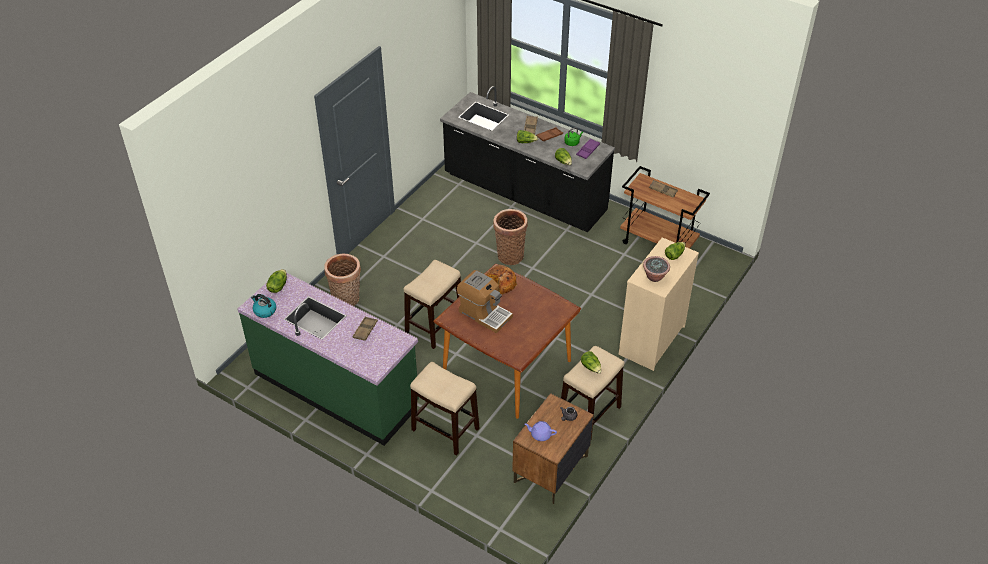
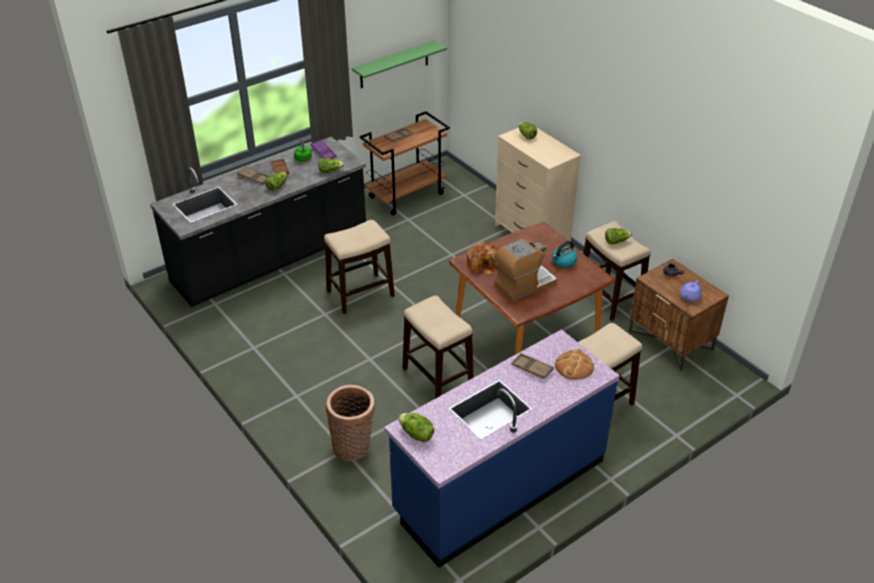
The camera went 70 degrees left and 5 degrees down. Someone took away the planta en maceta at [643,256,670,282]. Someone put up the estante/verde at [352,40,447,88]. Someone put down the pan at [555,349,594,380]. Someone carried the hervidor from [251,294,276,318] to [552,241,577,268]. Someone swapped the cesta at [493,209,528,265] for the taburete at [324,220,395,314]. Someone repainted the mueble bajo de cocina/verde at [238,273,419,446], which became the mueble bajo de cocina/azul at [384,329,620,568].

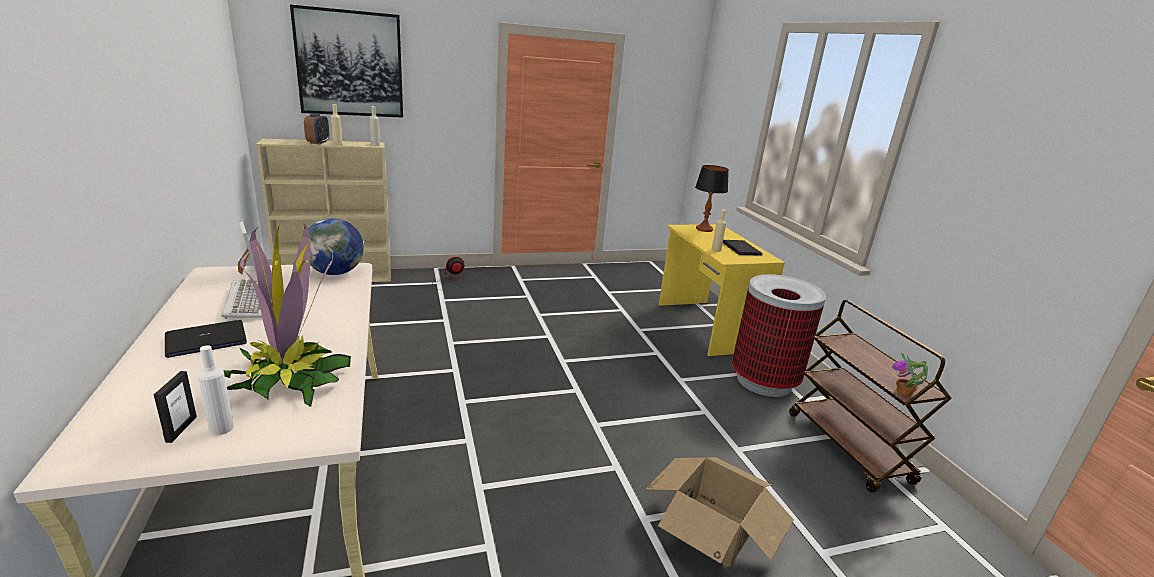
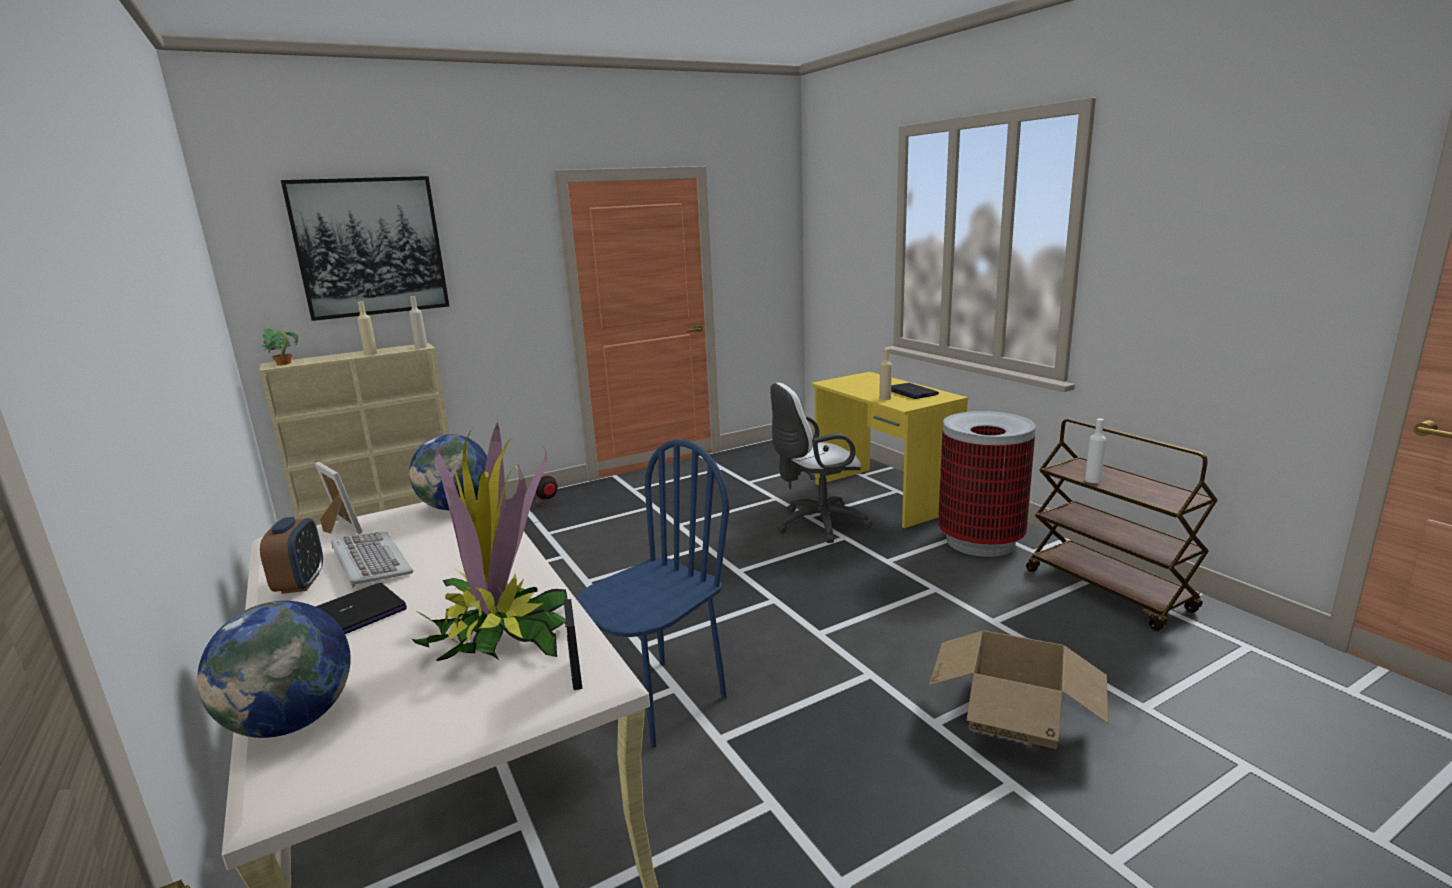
The camera went 10 degrees left and 5 degrees down. Someone took away the lámpara de mesa at [695,165,729,232]. Someone put down the globo terráqueo at [197,601,351,738]. Someone put down the silla/azul at [576,439,729,748]. Someone put down the silla de oficina/blanco at [770,383,872,543]. Someone carried the portarretratos from [154,371,197,443] to [564,599,582,690]. Someone carried the botella/blanco from [198,345,234,435] to [1085,418,1106,483]. Someone carried the despertador from [304,113,329,144] to [260,517,323,594]. Someone carried the planta en maceta from [892,352,928,396] to [261,328,299,365].

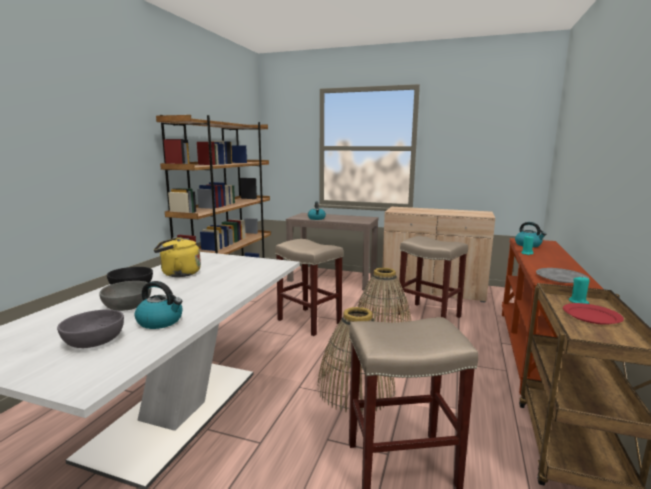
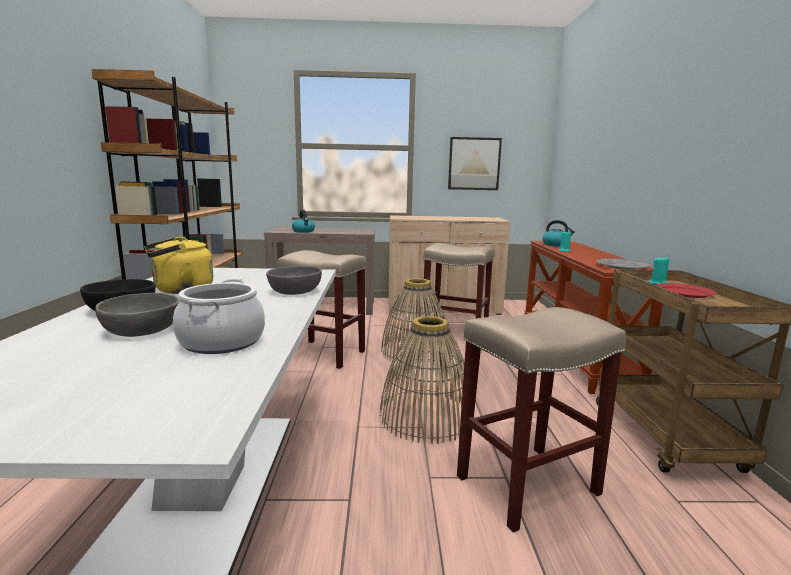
The camera went 20 degrees left and 0 degrees up. Someone put up the cuadro at [448,137,502,190]. Someone carried the cuenco/gris from [57,309,124,348] to [266,266,322,295]. Someone swapped the hervidor at [135,281,183,329] for the olla at [173,279,265,354].

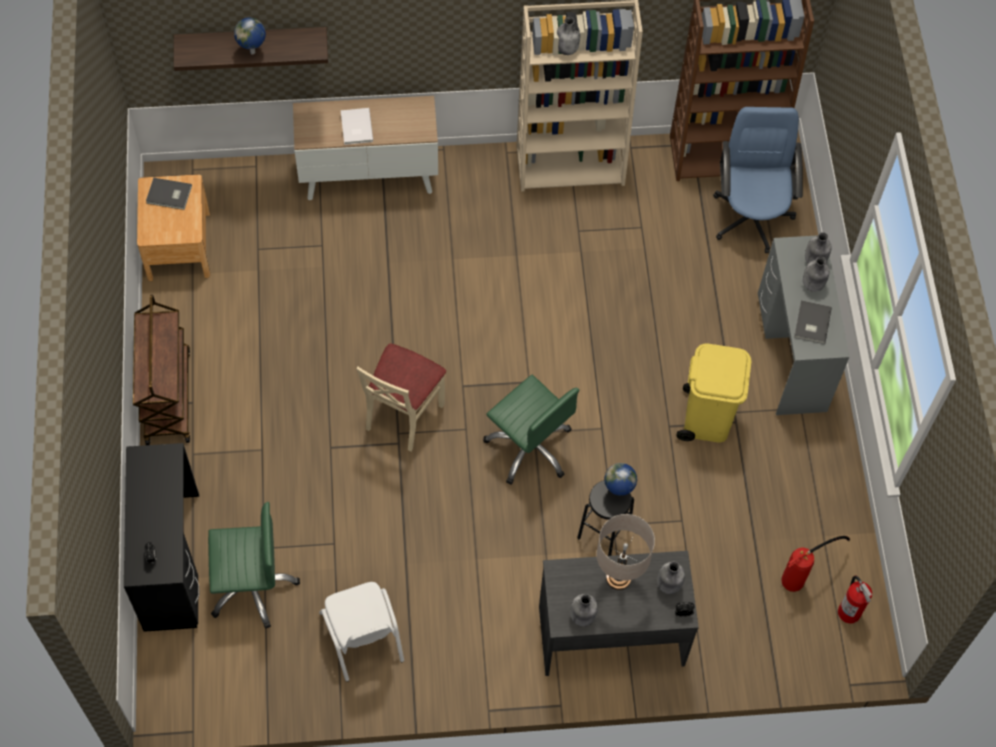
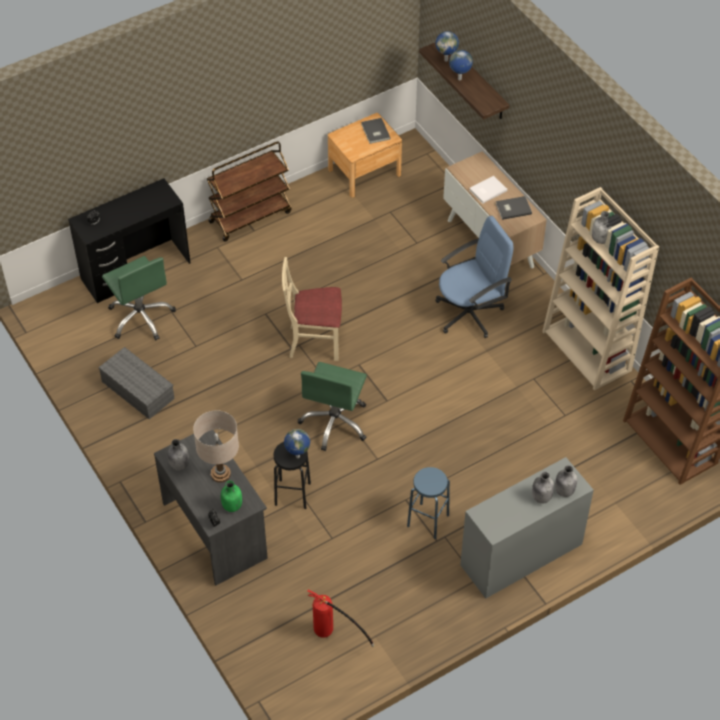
The camera went 65 degrees right and 10 degrees down. Someone took away the extintor at [838,576,872,623]. Someone put down the globo terráqueo at [435,31,459,62]. Someone carried the silla de oficina/azul from [713,107,803,253] to [435,216,513,338]. Someone carried the libro/gris from [794,300,832,344] to [496,196,532,220]. Someone swapped the silla/blanco at [319,582,404,682] for the caja de almacenaje/gris at [98,347,175,419]. Someone swapped the papelera/amarillo at [676,344,751,442] for the taburete/azul at [407,467,450,539]. Someone repainted the botella/gris at [657,561,685,594], which became the botella/verde at [221,481,242,512].

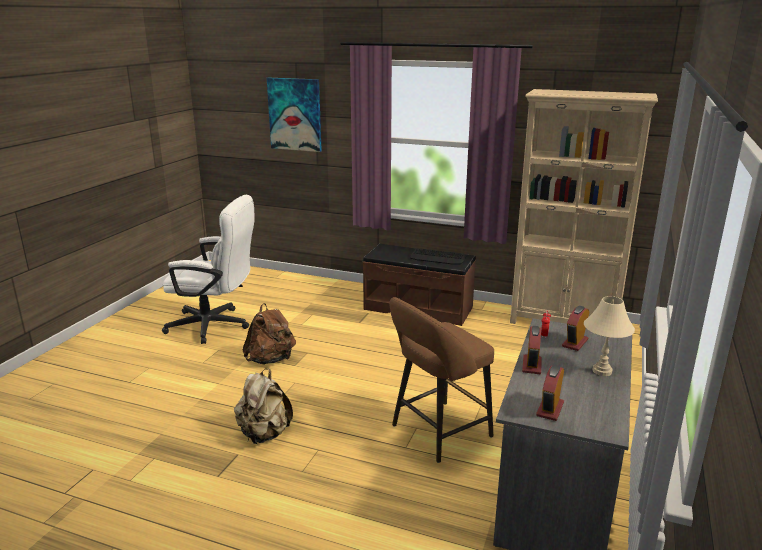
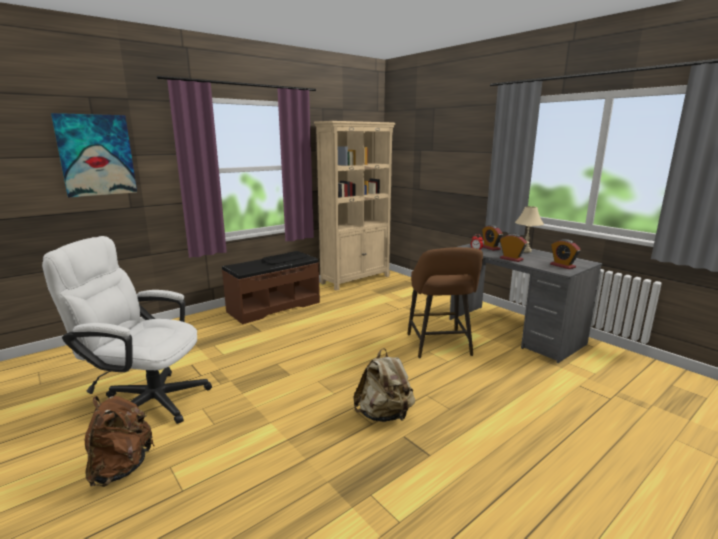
The camera went 60 degrees left and 5 degrees down. Someone carried the mochila/marrón from [242,303,296,364] to [84,396,155,487]. Someone rotated the silla de oficina/blanco at [162,195,255,344] by 120 degrees counterclockwise.

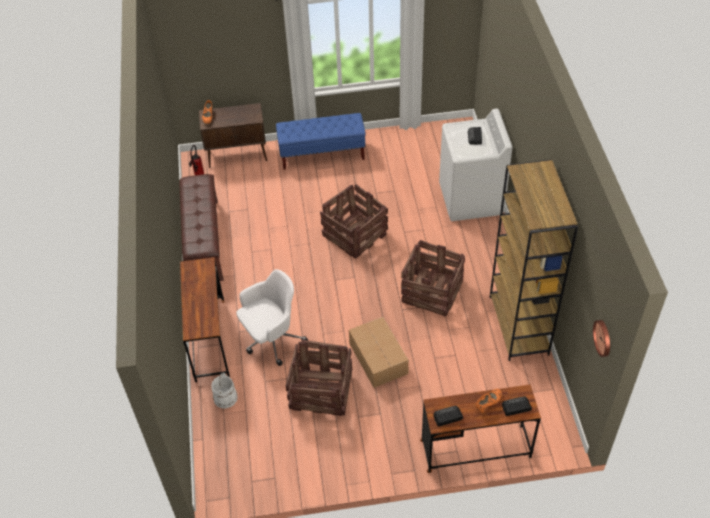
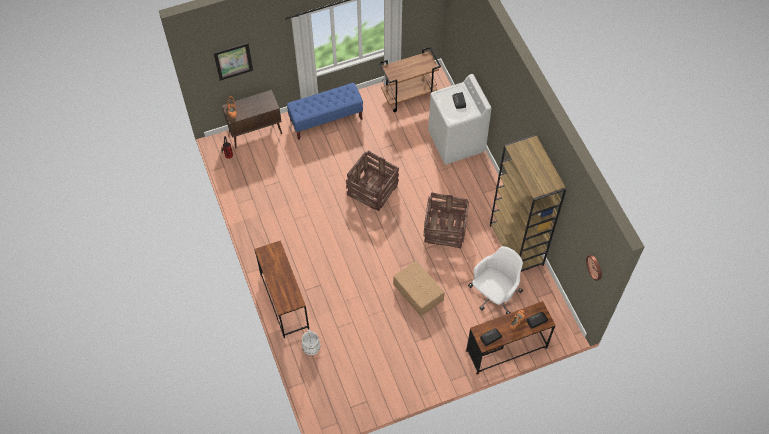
The camera went 15 degrees left and 10 degrees up. Someone took away the banco/marrón at [180,174,224,281]. Someone took away the caja de embalaje at [286,340,352,416]. Someone put up the cuadro at [214,43,253,81]. Someone put down the carrito/marrón at [379,47,441,112]. Someone carried the silla de oficina/blanco from [236,269,308,366] to [468,246,523,314].

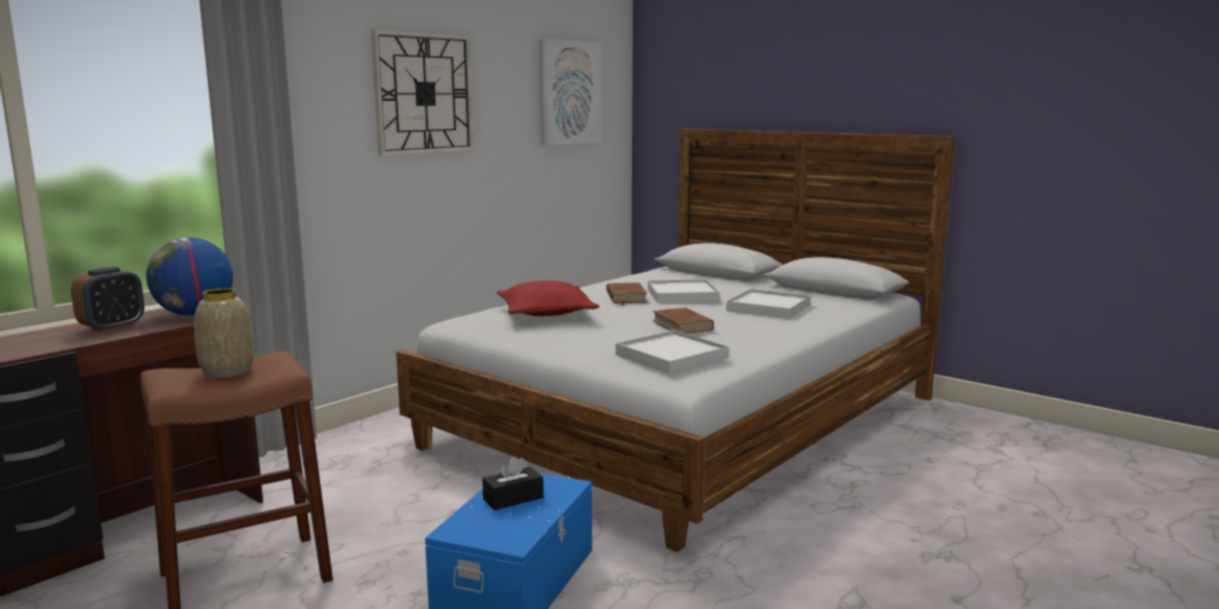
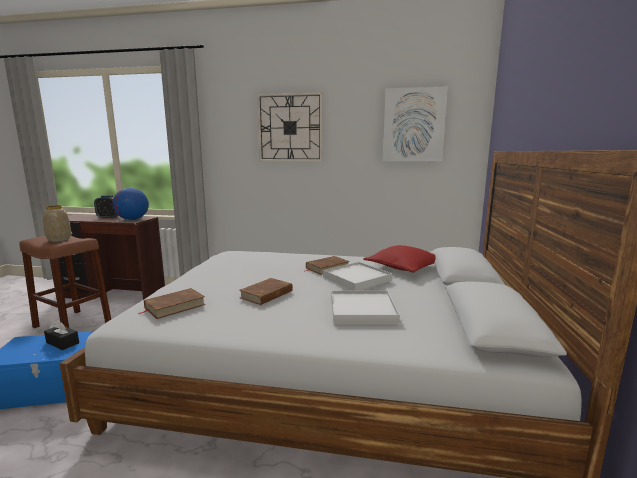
The camera went 60 degrees right and 0 degrees up. Someone carried the cojín/rojo from [497,281,599,316] to [363,245,436,272]. Someone swapped the bandeja/blanco at [615,330,729,374] for the libro/marrón at [138,288,206,319].

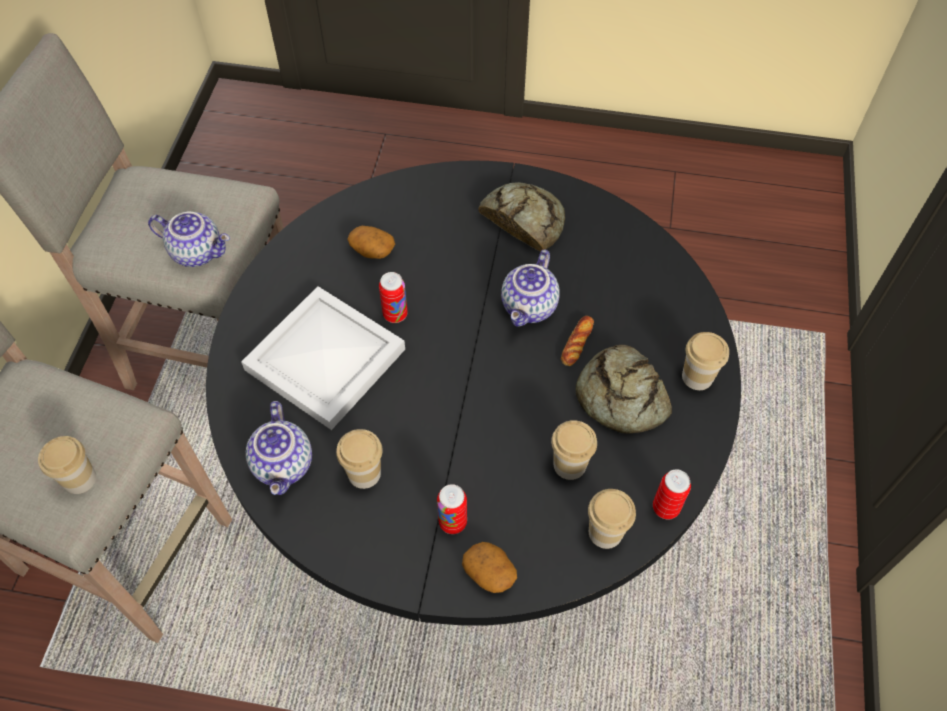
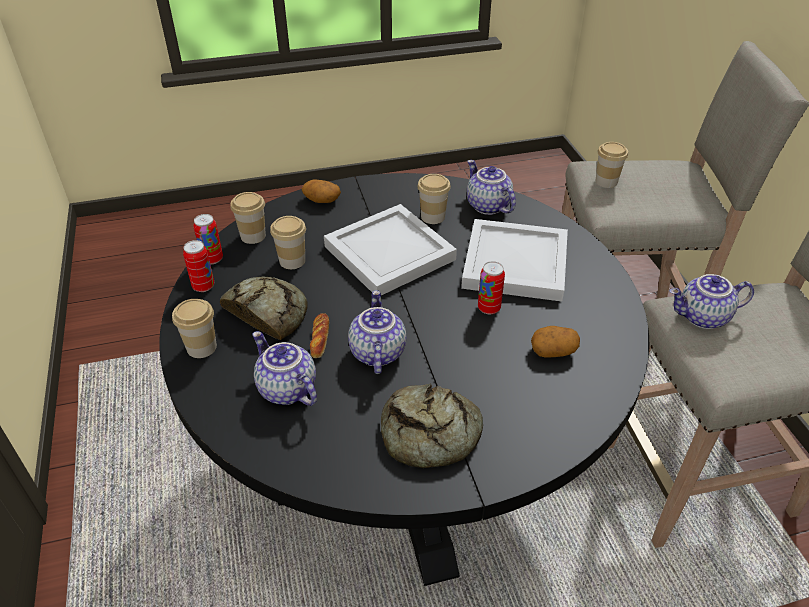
The camera went 155 degrees right and 15 degrees down. Someone put down the tetera at [252,331,317,406]. Someone put down the bandeja/blanco at [324,204,457,295]. Someone carried the lata from [437,484,467,534] to [183,240,214,292].

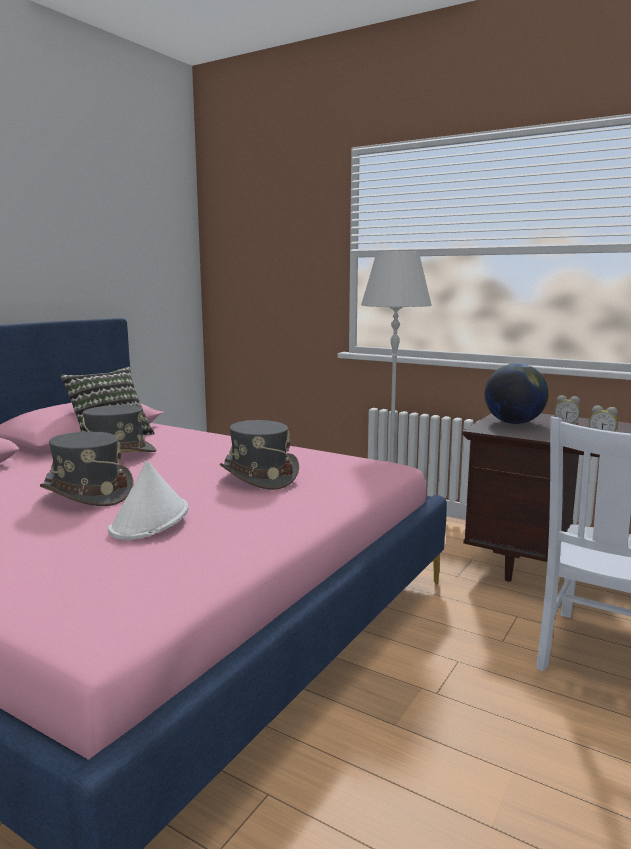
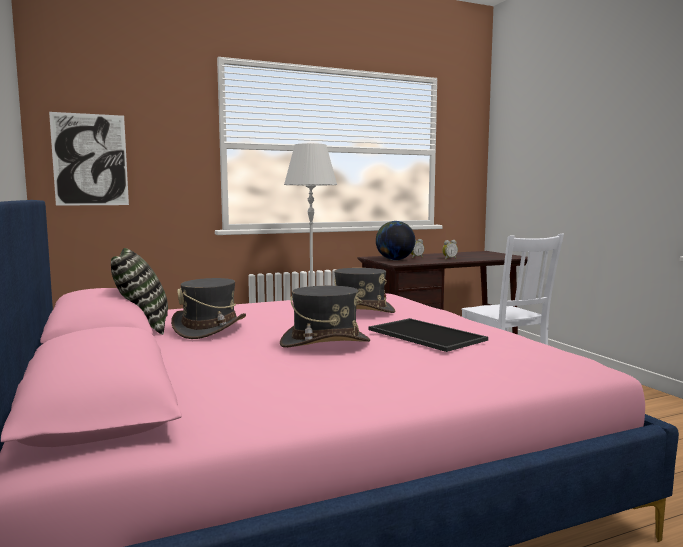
The camera went 55 degrees left and 5 degrees down. Someone put up the cuadro at [49,112,129,206]. Someone swapped the sombrero/blanco at [108,460,188,540] for the bandeja at [369,318,488,352].

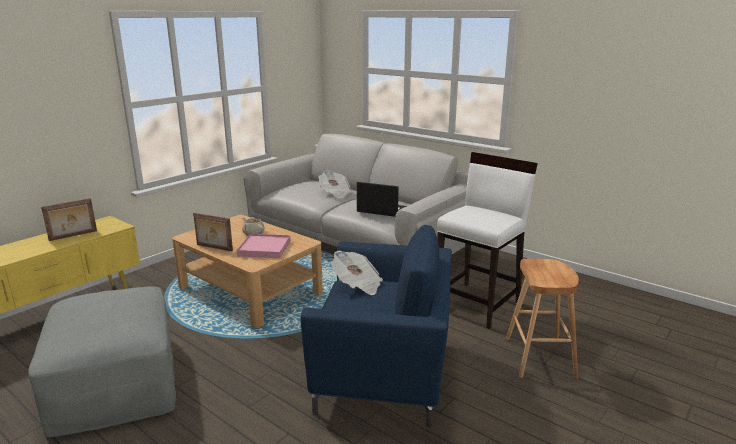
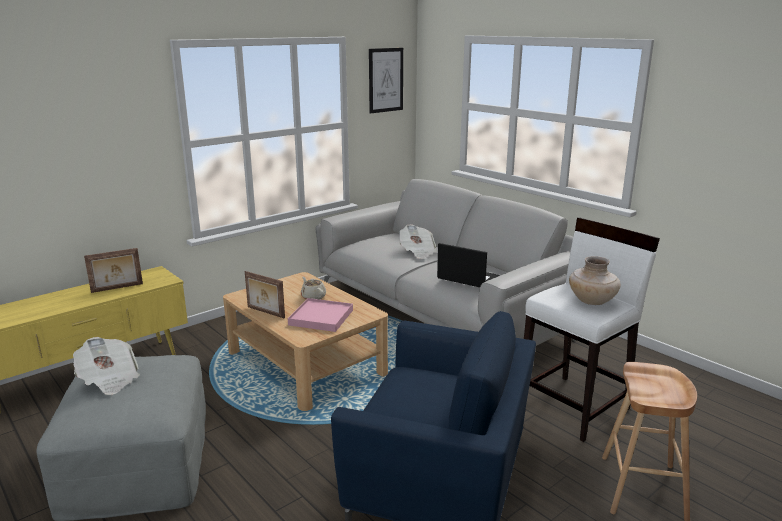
The camera went 10 degrees right and 0 degrees up. Someone put up the cuadro at [369,48,403,113]. Someone put down the florero/beis at [569,256,621,305]. Someone carried the periódico from [331,251,383,295] to [73,337,140,395].

